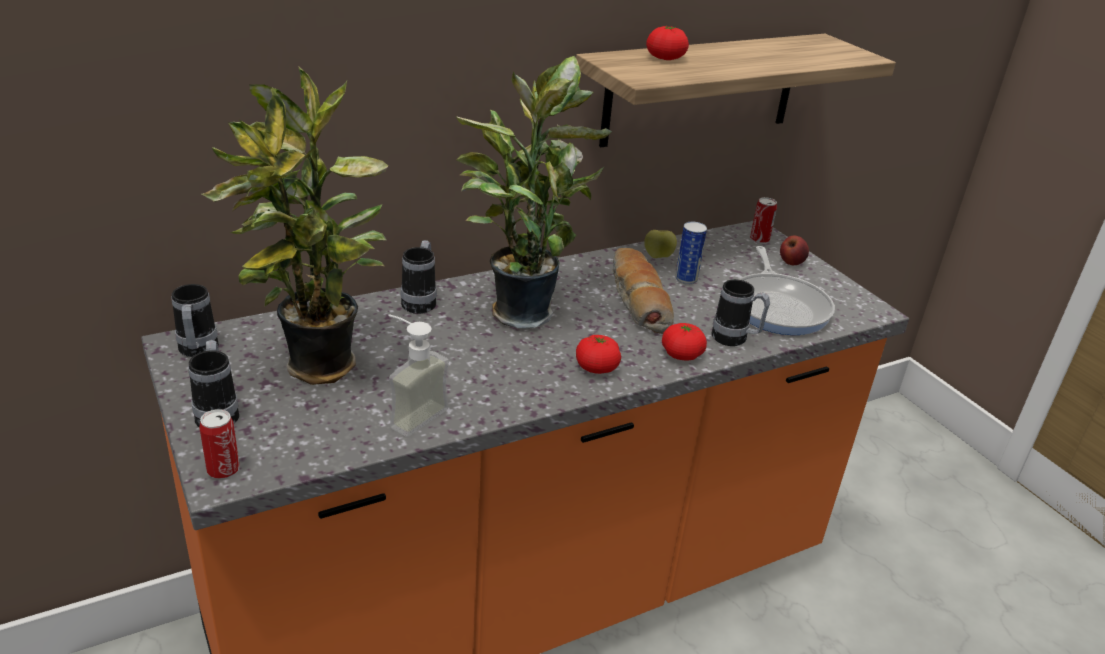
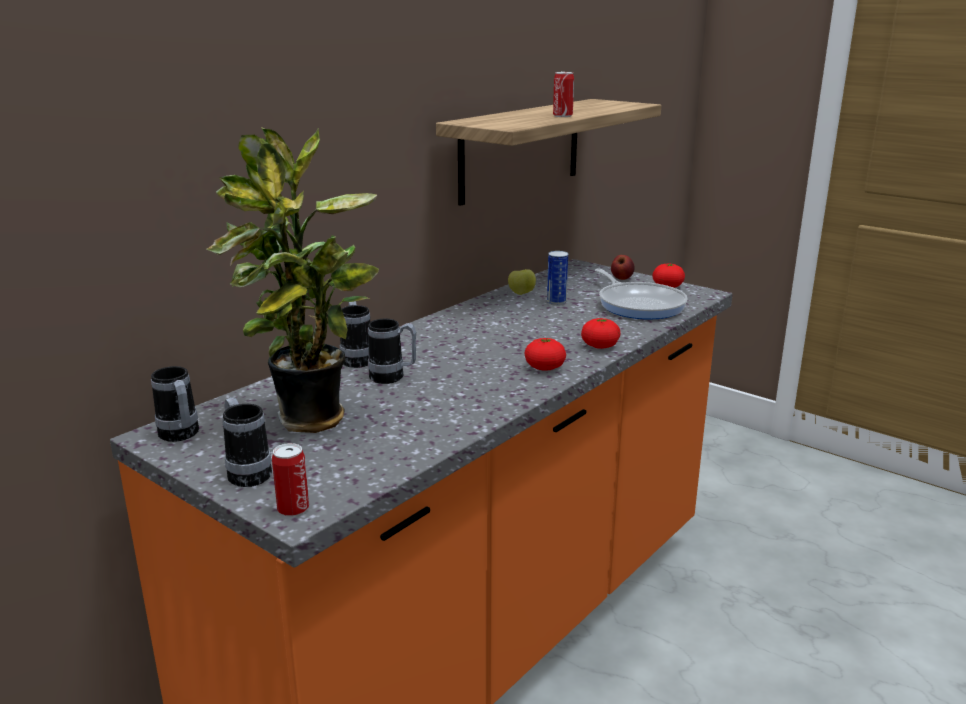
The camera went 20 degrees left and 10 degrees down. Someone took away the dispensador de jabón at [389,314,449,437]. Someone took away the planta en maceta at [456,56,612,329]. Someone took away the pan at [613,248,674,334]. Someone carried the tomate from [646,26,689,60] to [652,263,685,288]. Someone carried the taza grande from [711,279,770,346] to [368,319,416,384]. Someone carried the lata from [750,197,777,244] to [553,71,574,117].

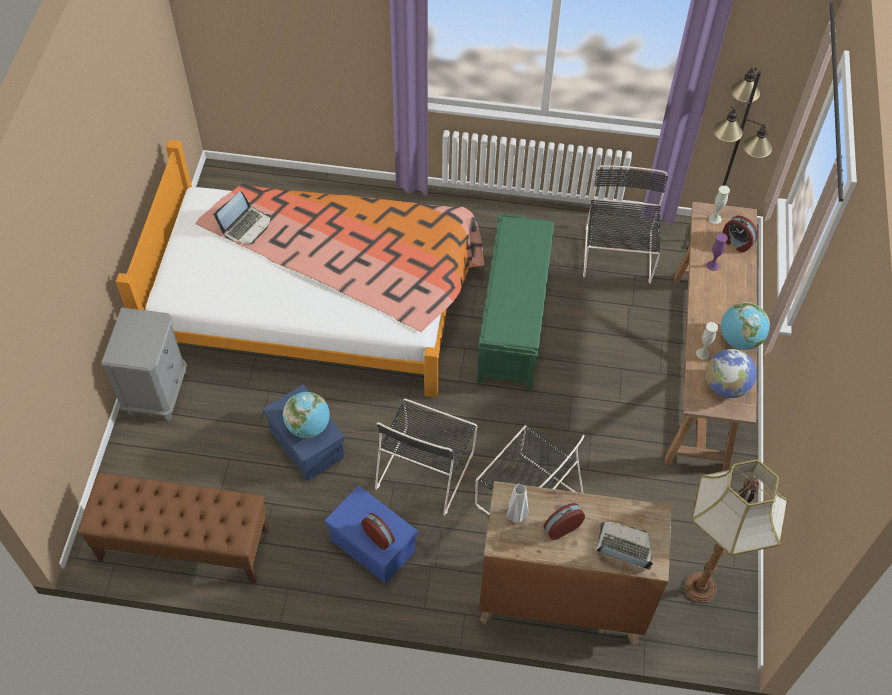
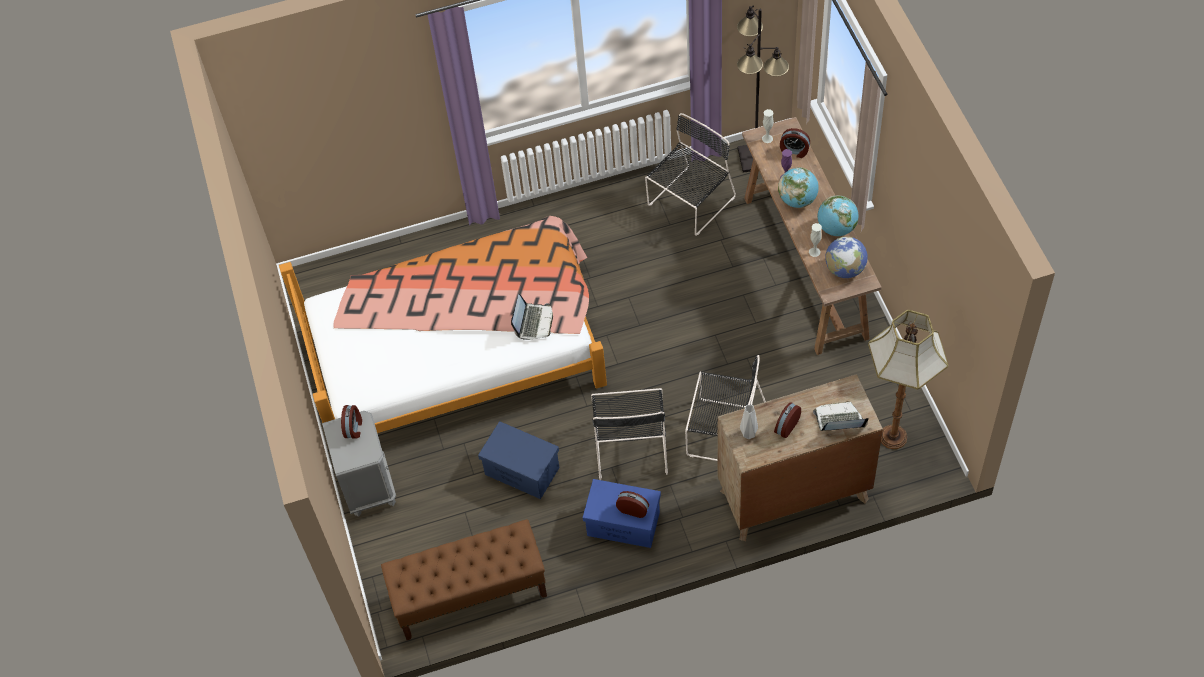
The camera went 20 degrees left and 0 degrees up. Someone took away the banco/verde at [477,213,554,390]. Someone put down the despertador at [341,405,362,438]. Someone carried the portátil from [214,191,271,244] to [511,294,553,340]. Someone carried the globo terráqueo from [283,392,330,438] to [778,167,819,208]. Someone rotated the silla/negro at [583,165,668,284] by 60 degrees clockwise.

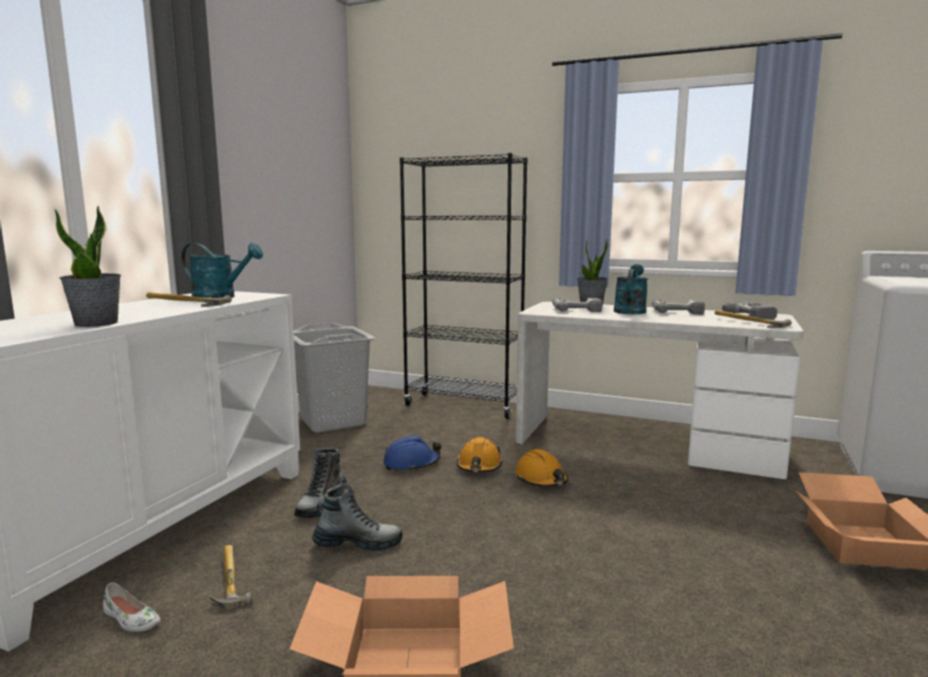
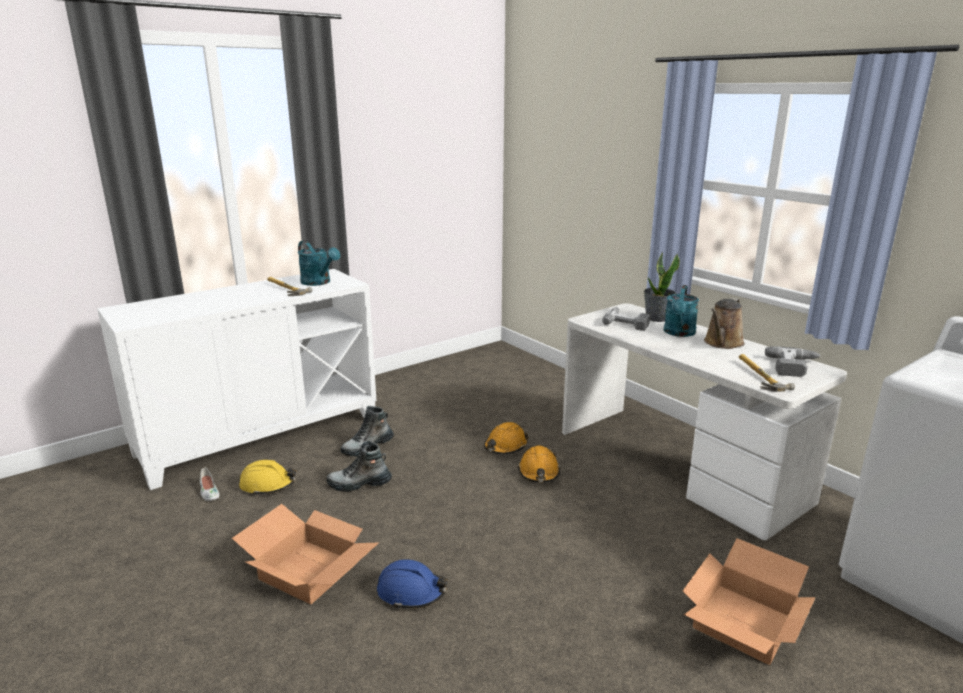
The camera went 30 degrees right and 10 degrees up. Someone took away the planta en maceta at [55,206,121,327]. Someone took away the cesto de la ropa/gris at [294,323,375,433]. Someone took away the estantería/negro at [400,153,527,419]. Someone carried the casco/azul from [383,436,441,471] to [377,559,448,609]. Someone swapped the martillo at [209,545,252,609] for the casco/amarillo at [239,460,296,496]. Someone swapped the taladro at [652,300,705,315] for the regadera/marrón at [704,298,745,349]. Someone rotated the bota at [312,483,403,551] by 150 degrees clockwise. Someone rotated the regadera/turquesa at [614,264,648,314] by 150 degrees clockwise.

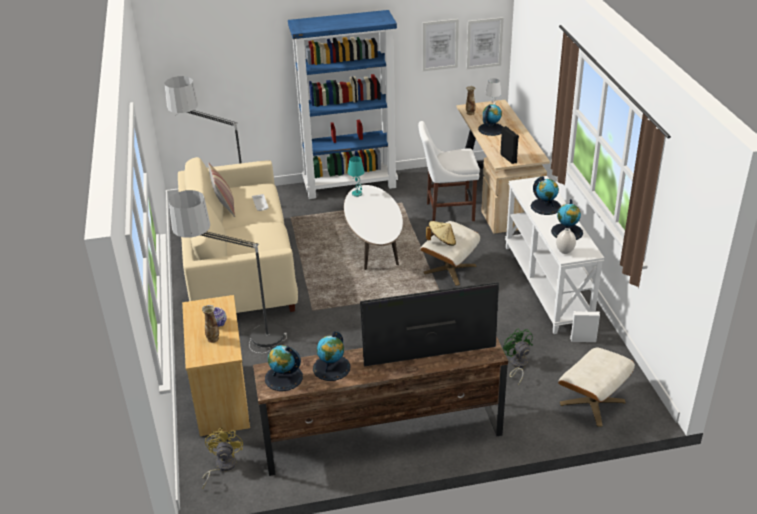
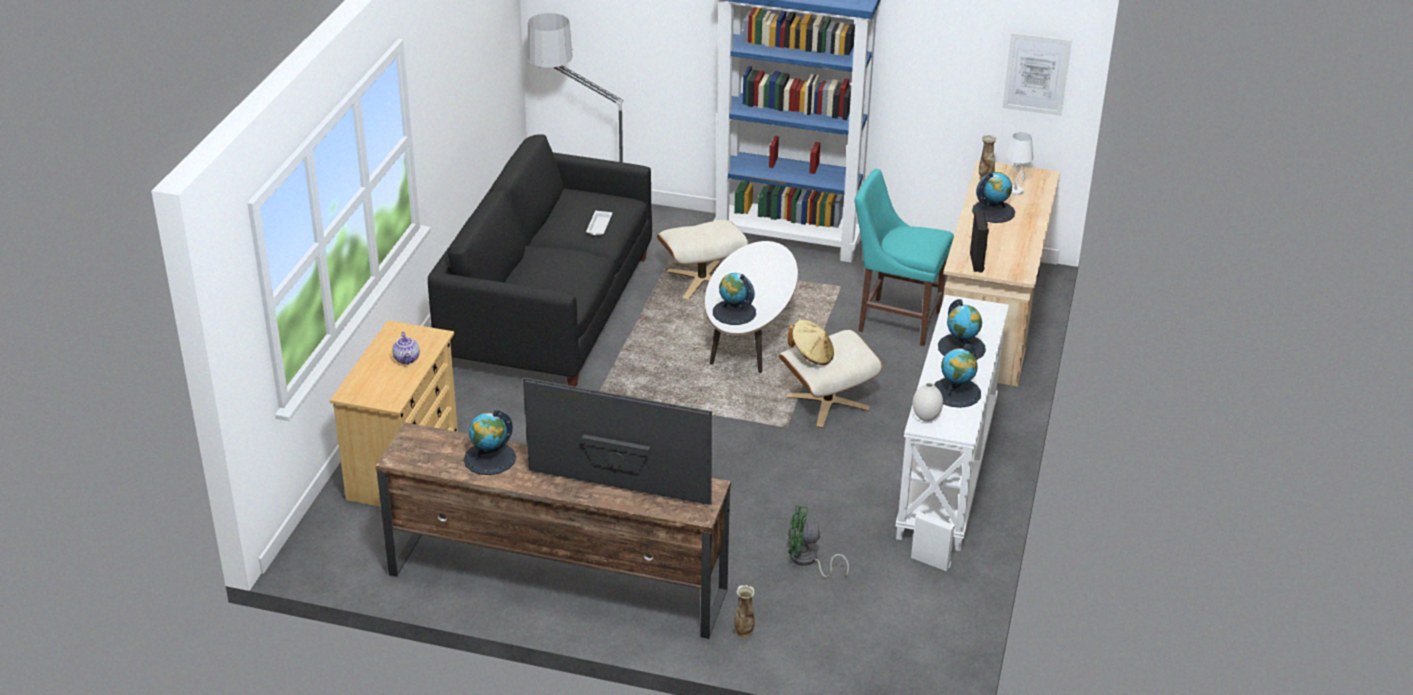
The camera went 25 degrees right and 0 degrees up. Someone took away the lámpara de pie at [169,190,287,353]. Someone took away the ventilador/amarillo at [202,428,243,489]. Someone took away the cojín at [208,163,235,217]. Someone took away the lámpara de mesa/turquesa at [347,156,365,197]. Someone took away the cuadro at [423,19,459,71]. Someone carried the florero from [202,305,219,343] to [734,585,755,638]. Someone carried the globo terráqueo from [265,345,303,391] to [713,273,756,325]. Someone carried the puf/beis from [558,347,635,427] to [657,220,748,299]. Someone repainted the sofá/beis at [178,157,298,313], which became the sofá/negro at [428,135,652,387]. Someone repainted the silla/blanco at [418,121,480,221], which became the silla/turquesa at [855,169,954,346]. Someone rotated the ventilador/verde at [503,328,533,385] by 90 degrees counterclockwise.

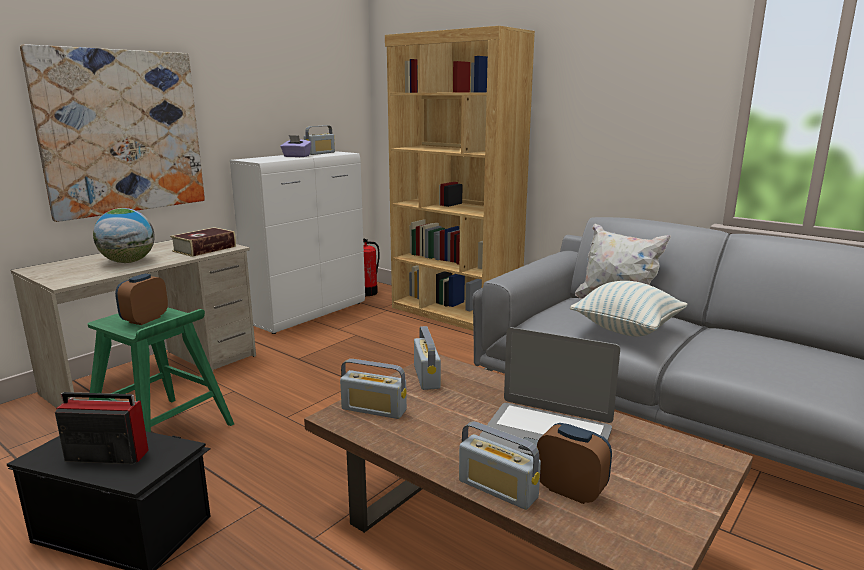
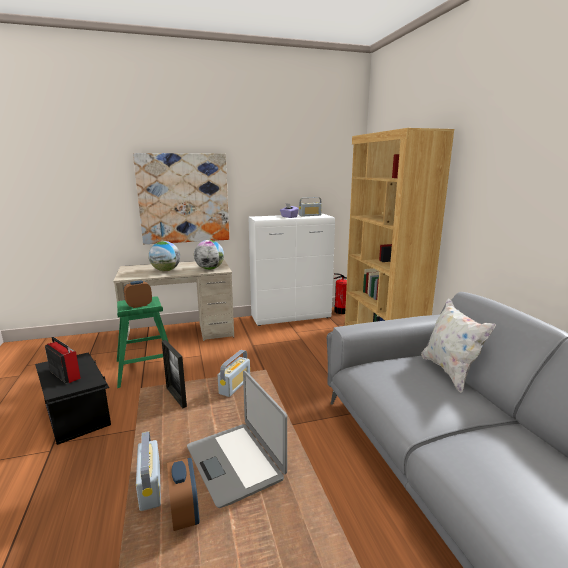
The camera went 35 degrees right and 0 degrees up. Someone took away the cojín at [570,281,688,337]. Someone swapped the libro at [170,227,236,257] for the globo terráqueo at [194,240,224,270]. Someone swapped the radio at [340,359,407,419] for the portarretratos at [162,340,187,408].

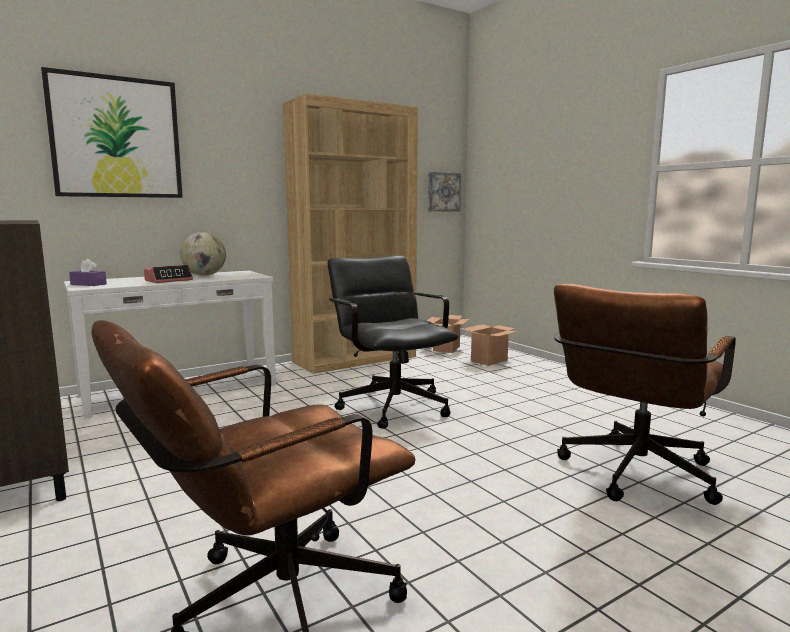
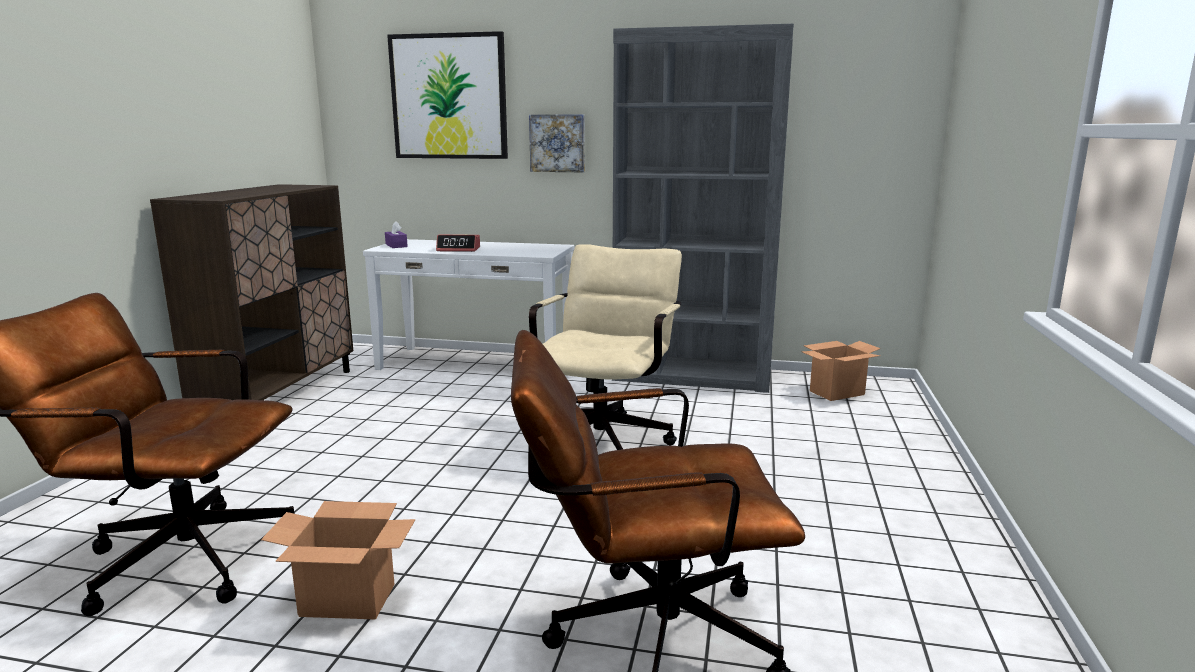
The camera went 45 degrees right and 5 degrees up. Someone took away the globo terráqueo at [180,232,226,276]. Someone carried the cuadro from [428,172,461,212] to [529,114,585,172]. Someone carried the caja de cartón from [464,324,516,366] to [261,501,415,620]. Someone repainted the estantería/marrón at [283,93,418,374], which became the estantería/gris at [612,24,794,393]. Someone repainted the silla de oficina/negro at [328,255,459,429], which became the silla de oficina/beis at [529,244,682,450].

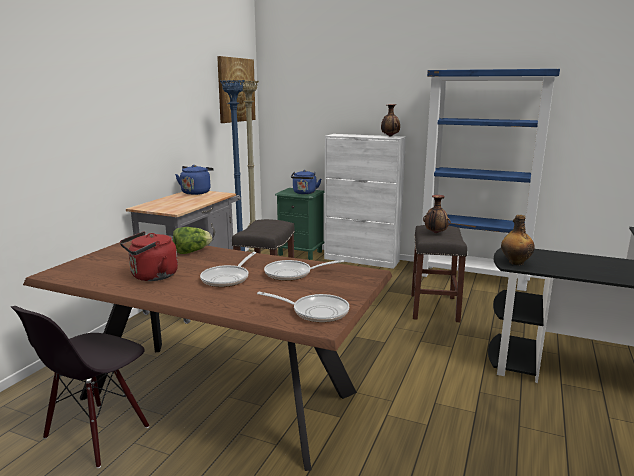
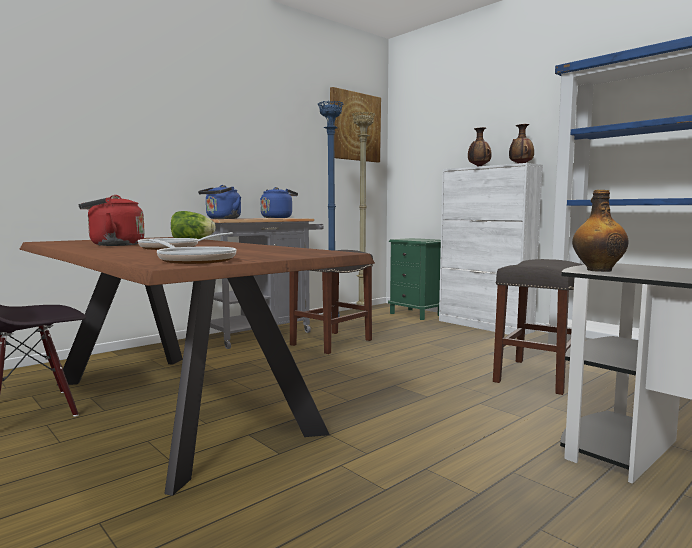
The camera went 25 degrees right and 10 degrees down. Someone took away the sartén at [264,260,344,281]. Someone carried the hervidor/azul from [291,170,321,194] to [198,185,241,219]. Someone carried the florero from [423,195,451,233] to [468,127,492,166].

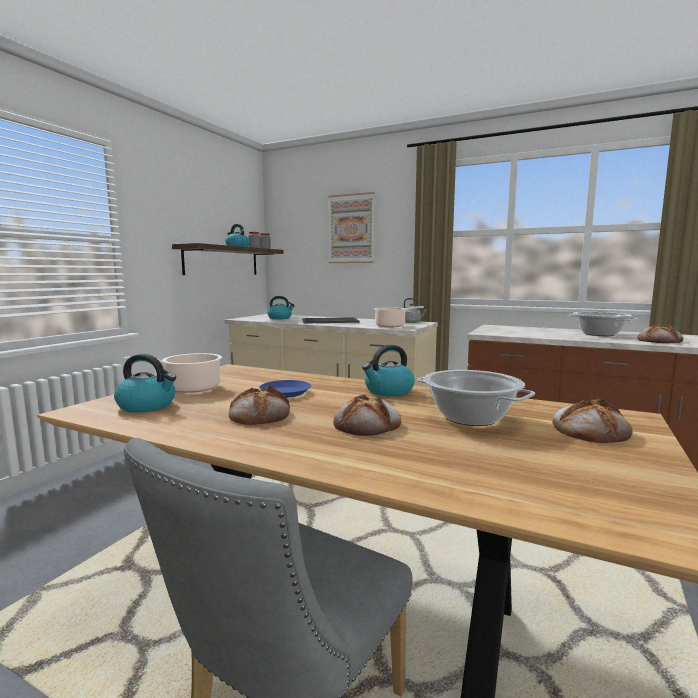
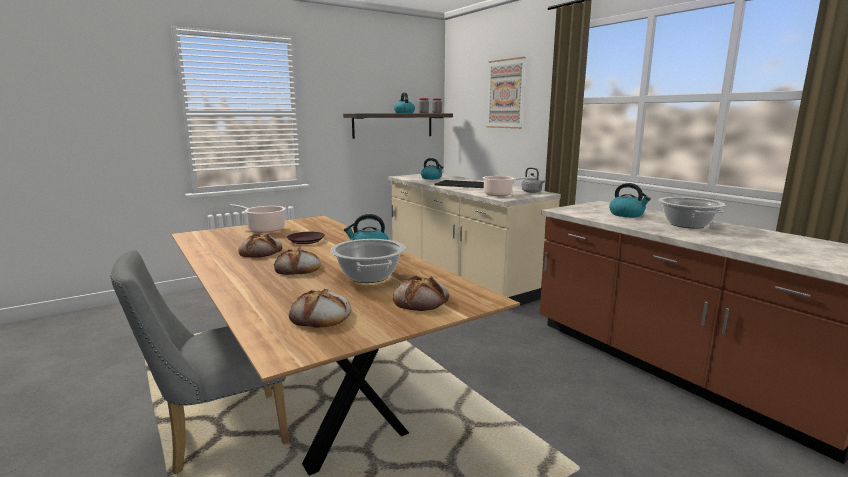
The camera went 30 degrees right and 5 degrees up. Someone carried the hervidor from [114,354,176,413] to [609,183,651,217]. Someone carried the pan from [637,324,684,343] to [289,289,351,328]. Someone repainted the plato/azul at [259,380,311,398], which became the plato/marrón at [287,232,325,244].

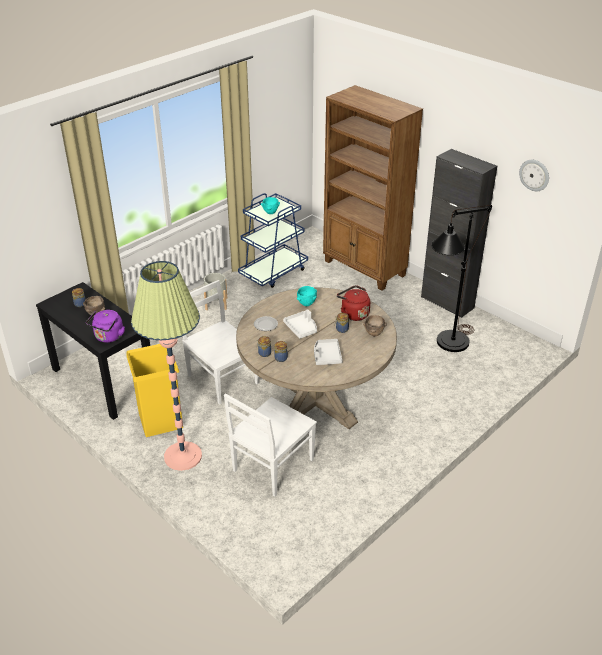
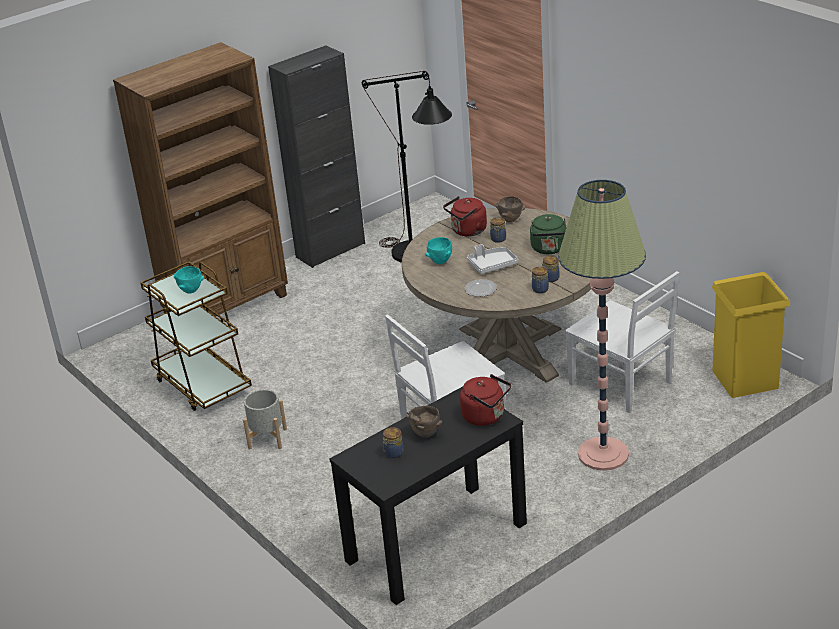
The camera went 80 degrees left and 5 degrees down. Someone took away the reloj de pared at [519,160,549,191]. Someone carried the papelera/amarillo from [126,344,183,437] to [712,272,790,398]. Someone swapped the bandeja/gris at [314,339,343,365] for the hervidor/verde at [530,214,567,254]. Someone repainted the hervidor/morado at [86,310,125,343], which became the hervidor/rojo at [460,374,511,426]. Someone repainted the carrito/azul at [238,193,308,288], which became the carrito/marrón at [140,261,252,411].

